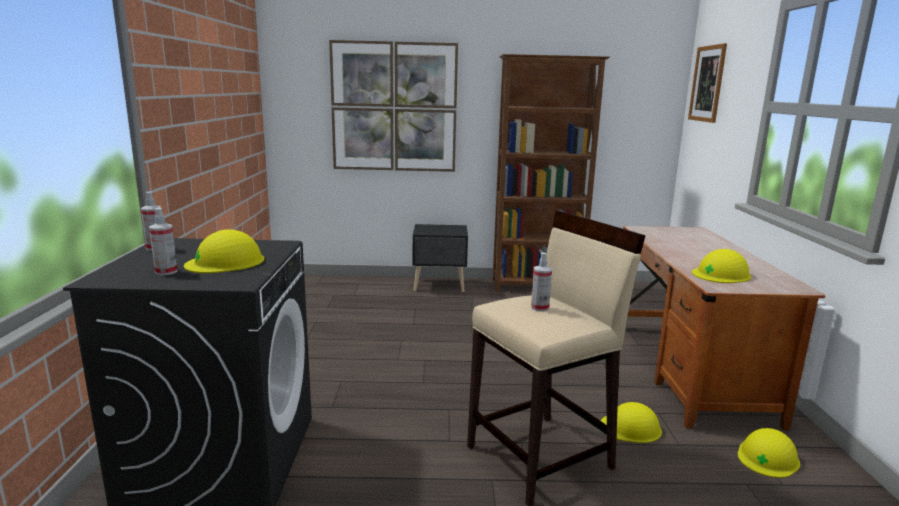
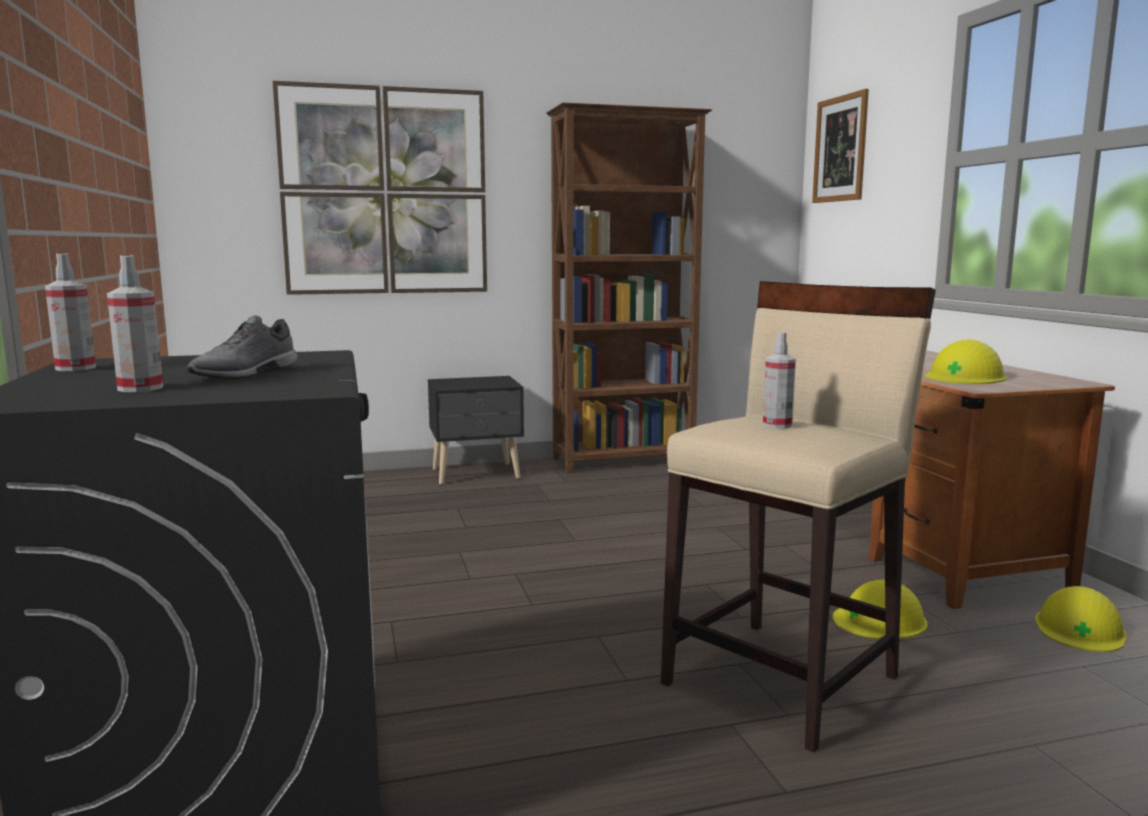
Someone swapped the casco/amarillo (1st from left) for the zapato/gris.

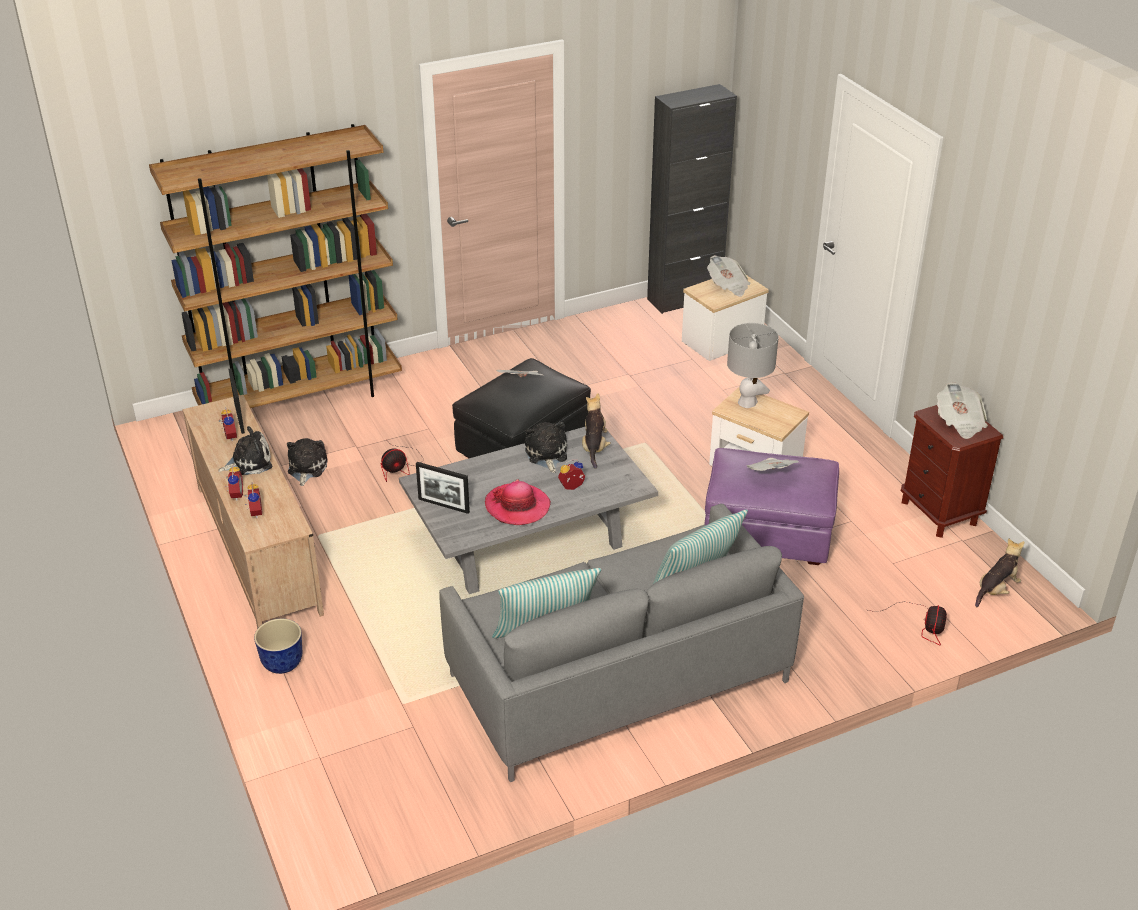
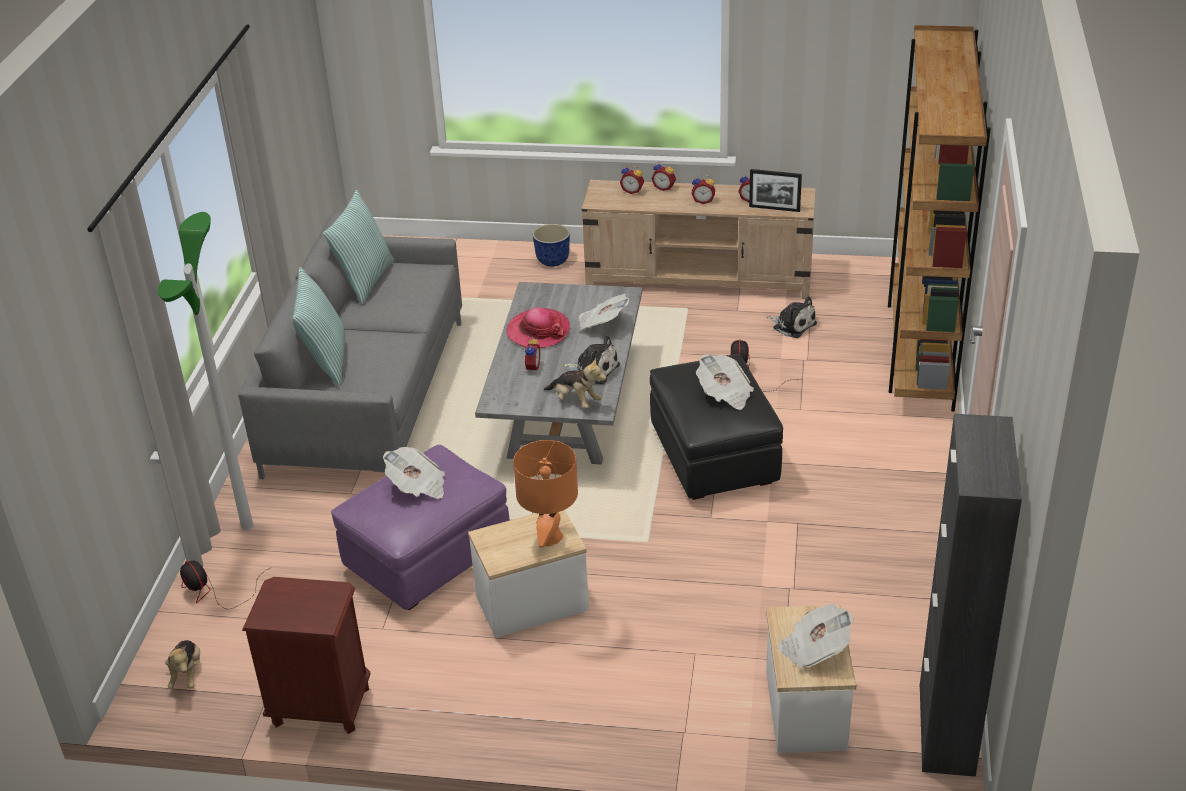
Someone put down the lámpara de pie.
Someone repainted the lámpara de mesa/gris, which became the lámpara de mesa/naranja.
Someone carried the periódico (4th from left in the first image).
Someone swapped the peluche (1st from left) for the despertador (4th from left).
Someone took away the portarretratos (2nd from left).

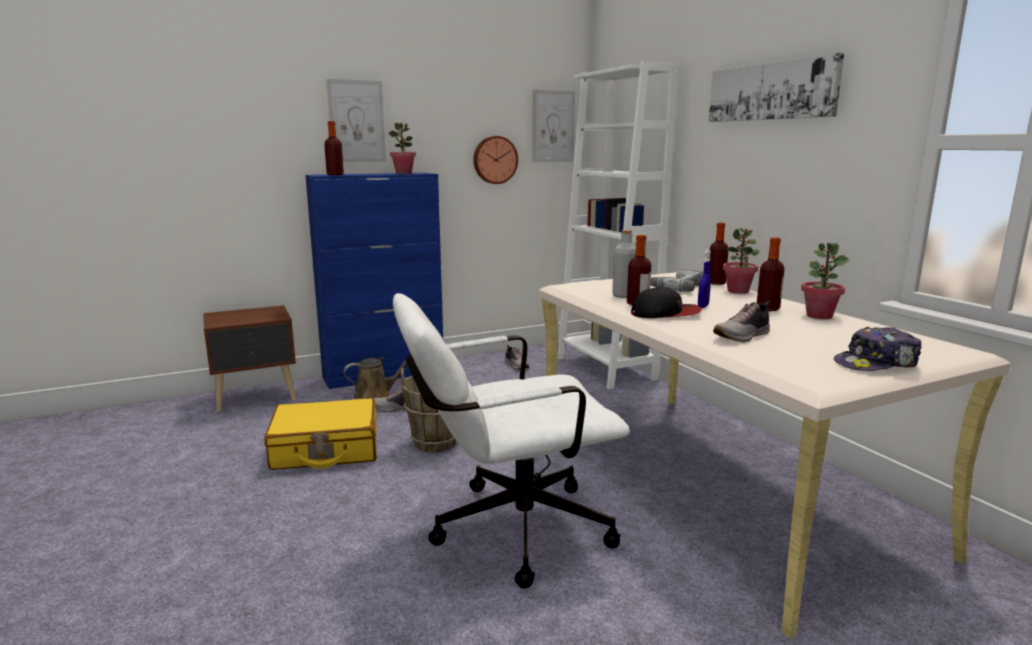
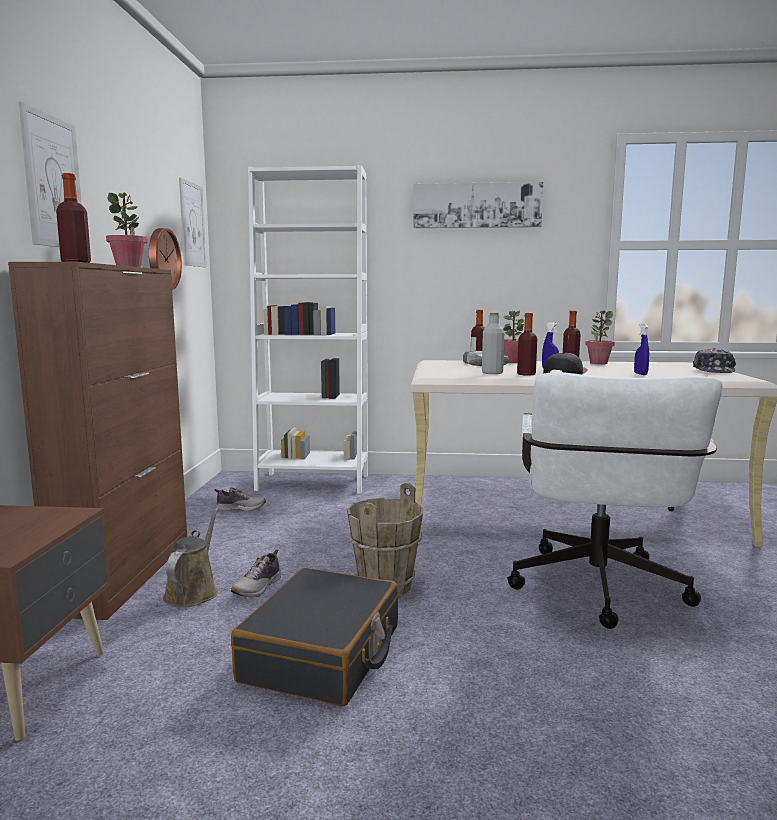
Someone repainted the armario/azul, which became the armario/marrón.
Someone repainted the maleta/amarillo, which became the maleta/negro.
Someone swapped the zapato (3rd from left) for the pulverizador/azul (2nd from left).

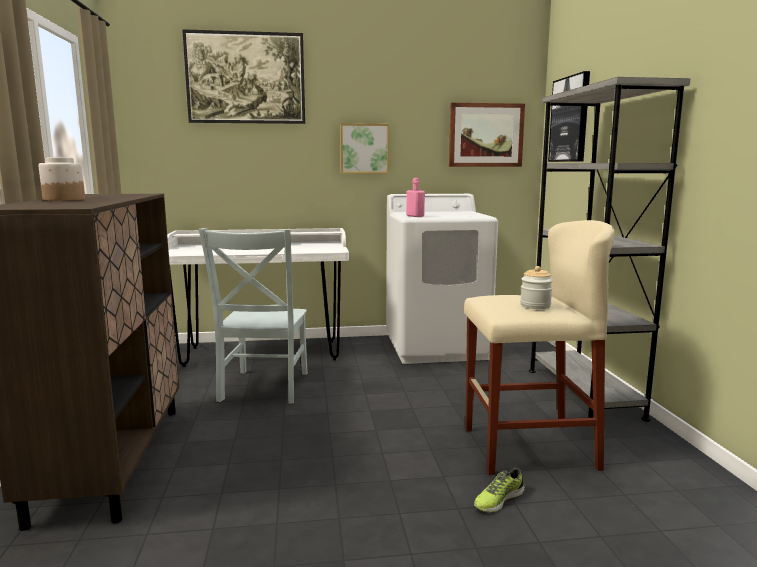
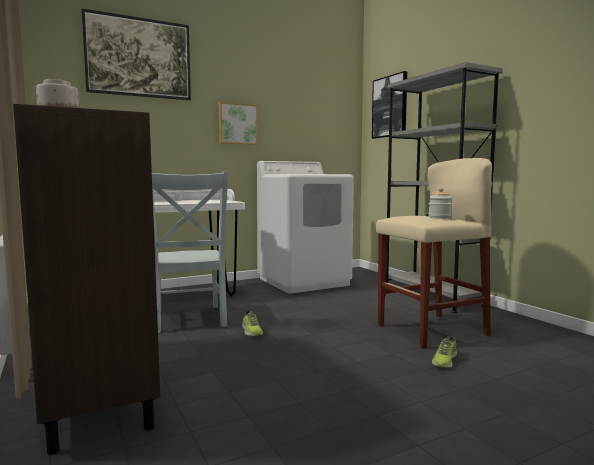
Someone put down the zapato (1st from left).
Someone took away the botella/rosa.
Someone took away the cuadro (3rd from left).

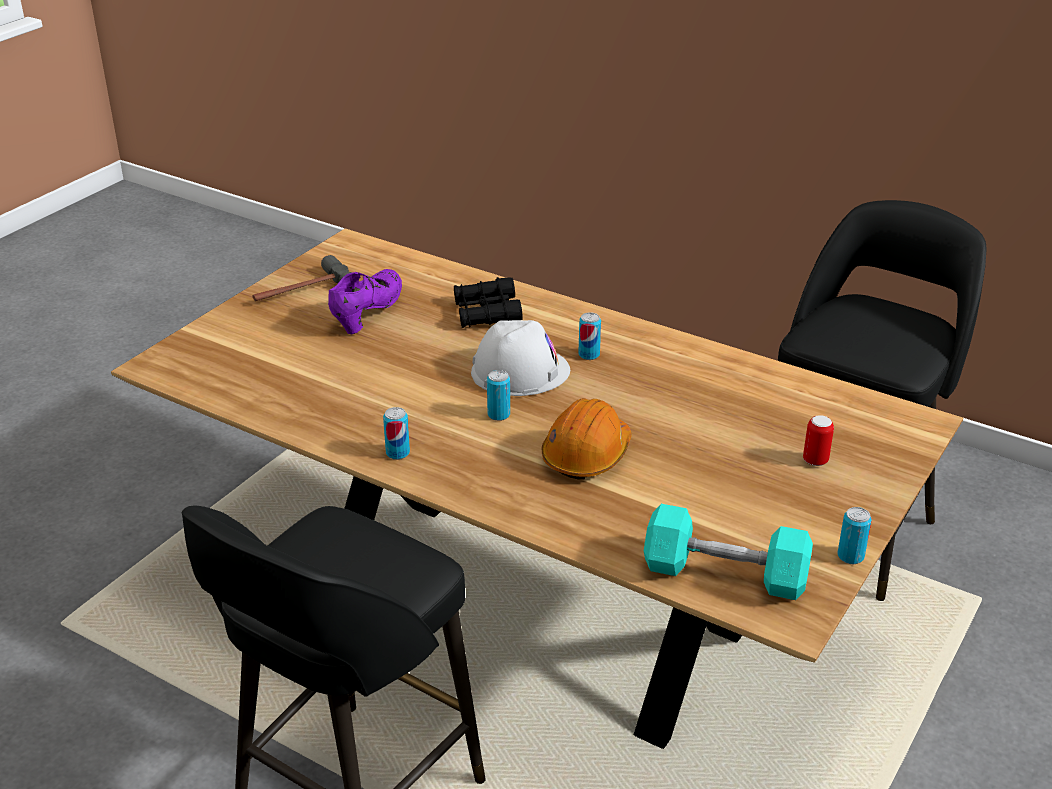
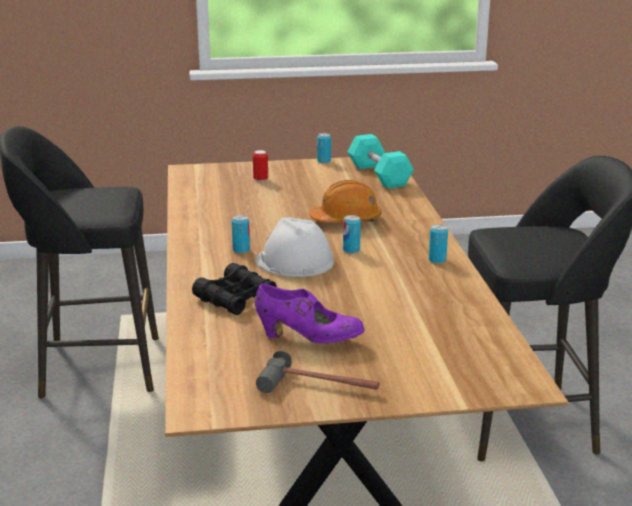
Someone rotated the zapato/morado by 150 degrees counterclockwise.

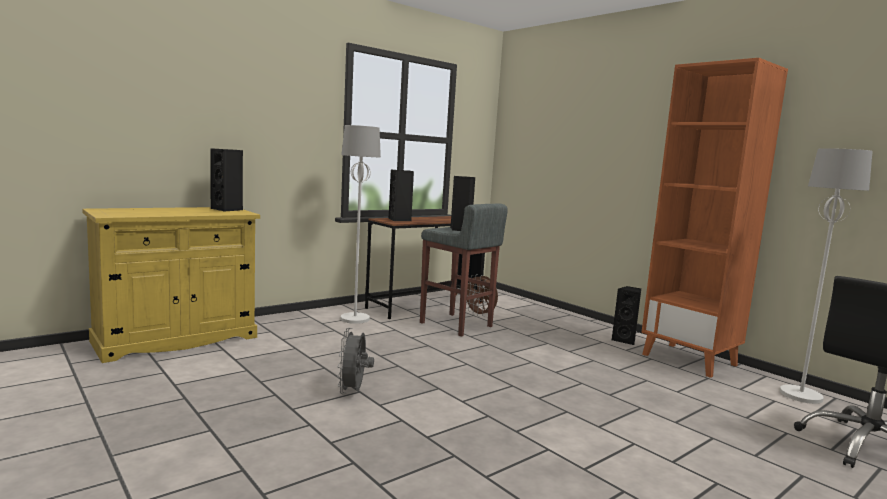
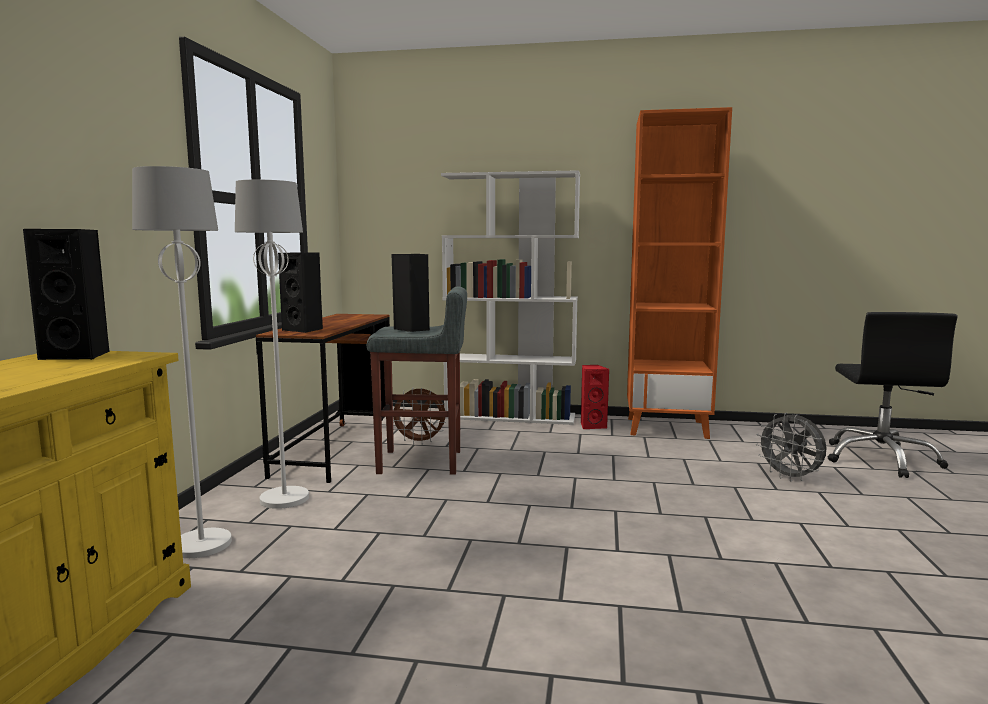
Someone carried the lámpara de pie/blanco (2nd from left in the first image).
Someone put down the estantería/blanco.
Someone repainted the altavoz/negro (4th from left), which became the altavoz/rojo.
Someone carried the ventilador/gris.

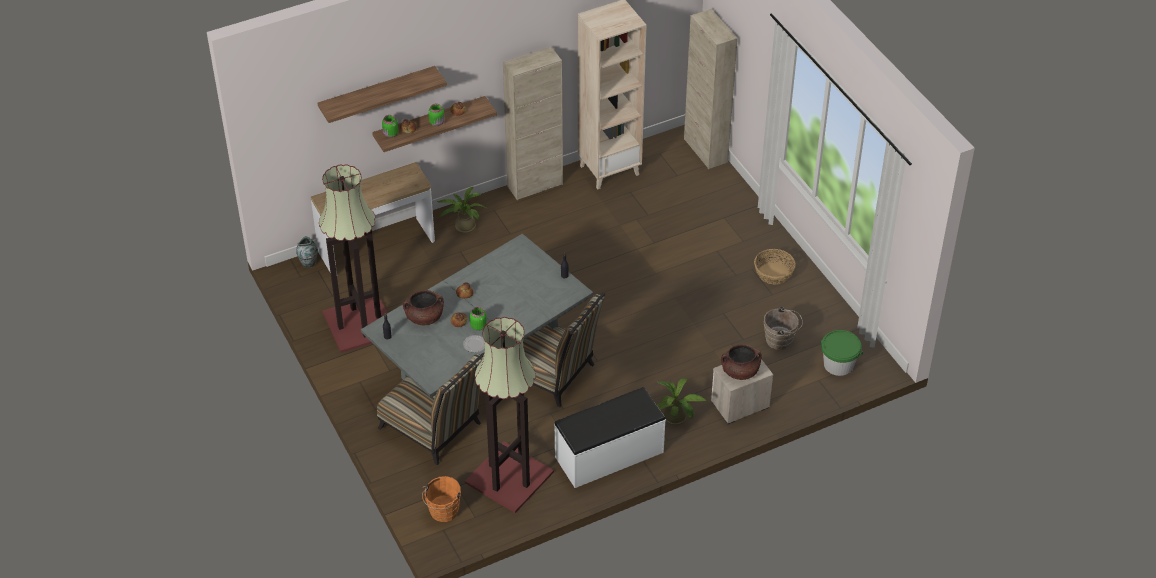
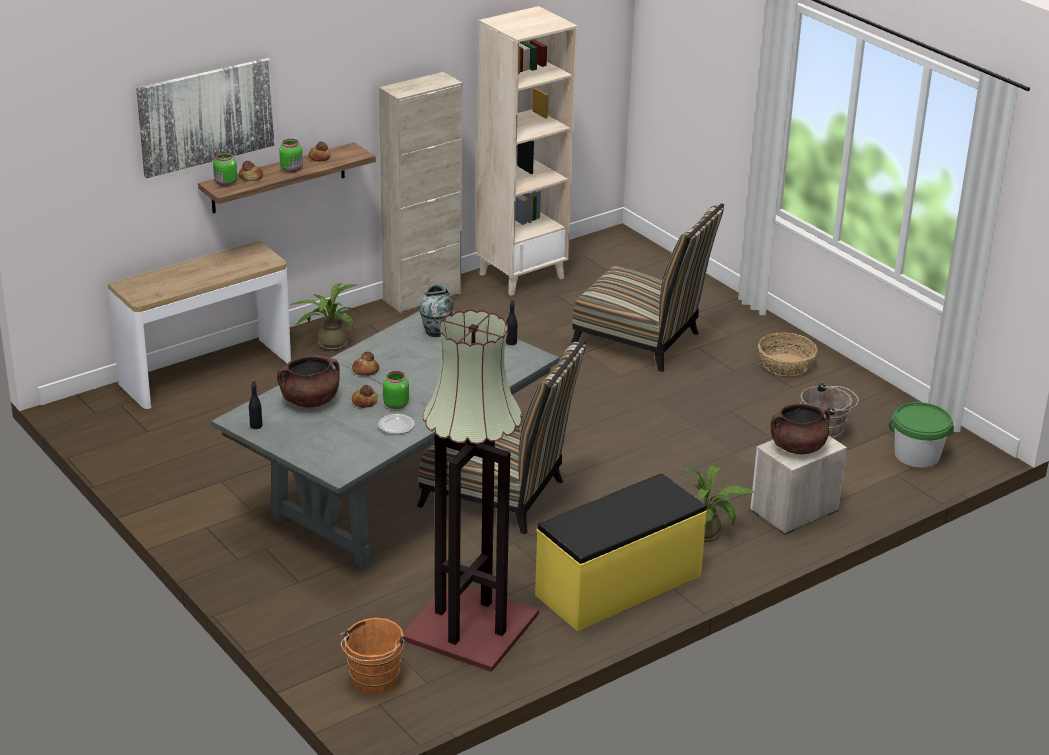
Someone swapped the estante (1st from left) for the cuadro.
Someone carried the florero.
Someone repainted the banco/blanco, which became the banco/amarillo.
Someone carried the silla (1st from left in the first image).
Someone took away the lámpara de pie (1st from left).
Someone took away the armario/beis (2nd from left).

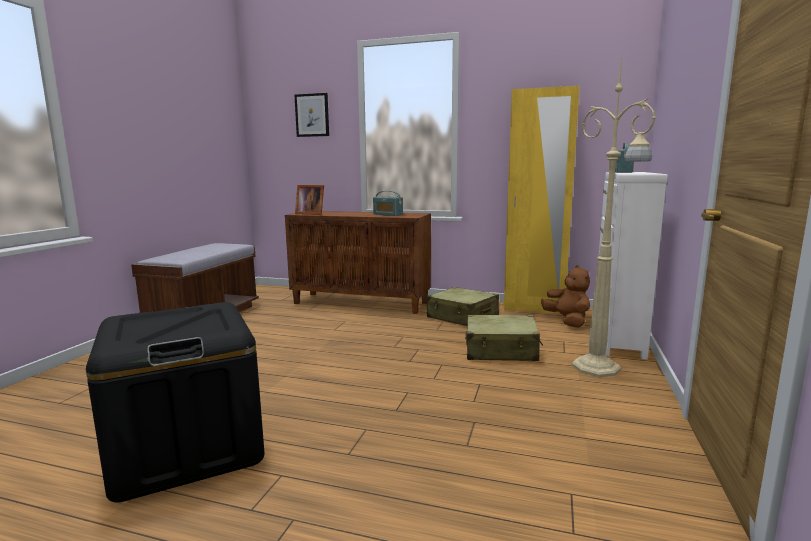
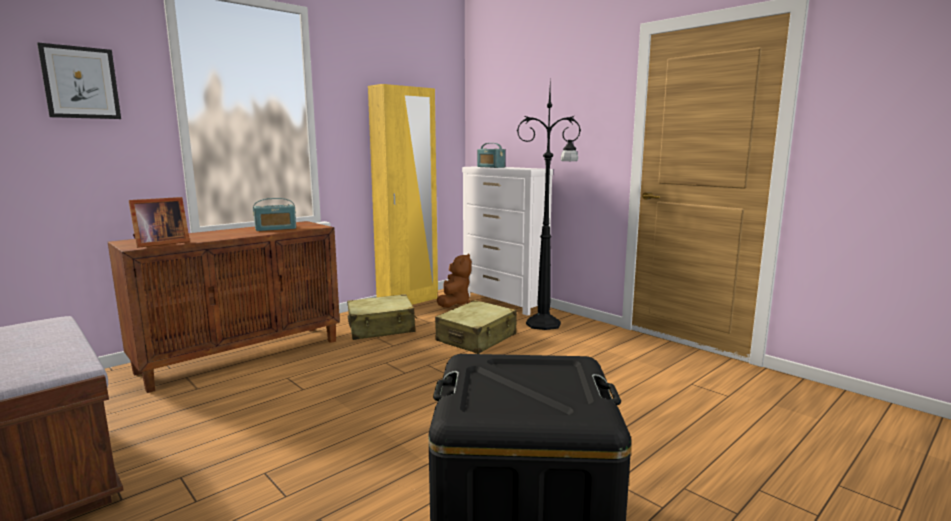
Someone rotated the peluche/marrón by 90 degrees clockwise.
Someone repainted the lámpara de pie/beis, which became the lámpara de pie/negro.

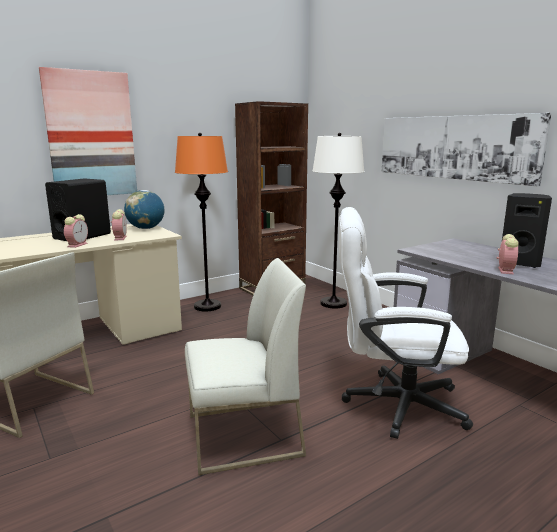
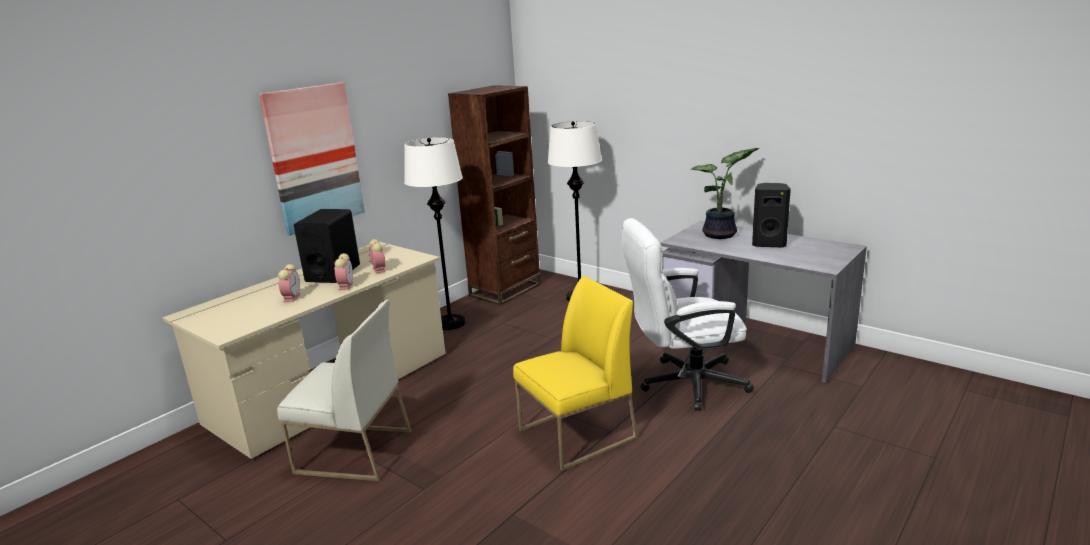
Someone carried the despertador (3rd from left in the first image).
Someone repainted the lámpara de pie/naranja, which became the lámpara de pie/blanco (1st from left).
Someone repainted the silla/blanco (2nd from left), which became the silla/amarillo.
Someone put down the planta en maceta.
Someone took away the globo terráqueo.
Someone took away the cuadro (2nd from left).

